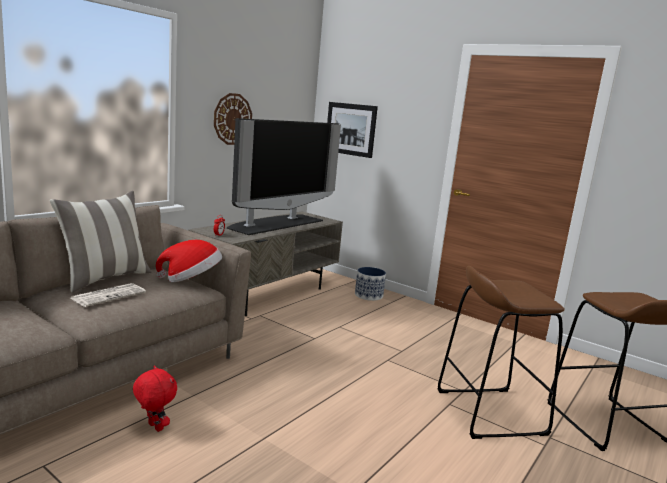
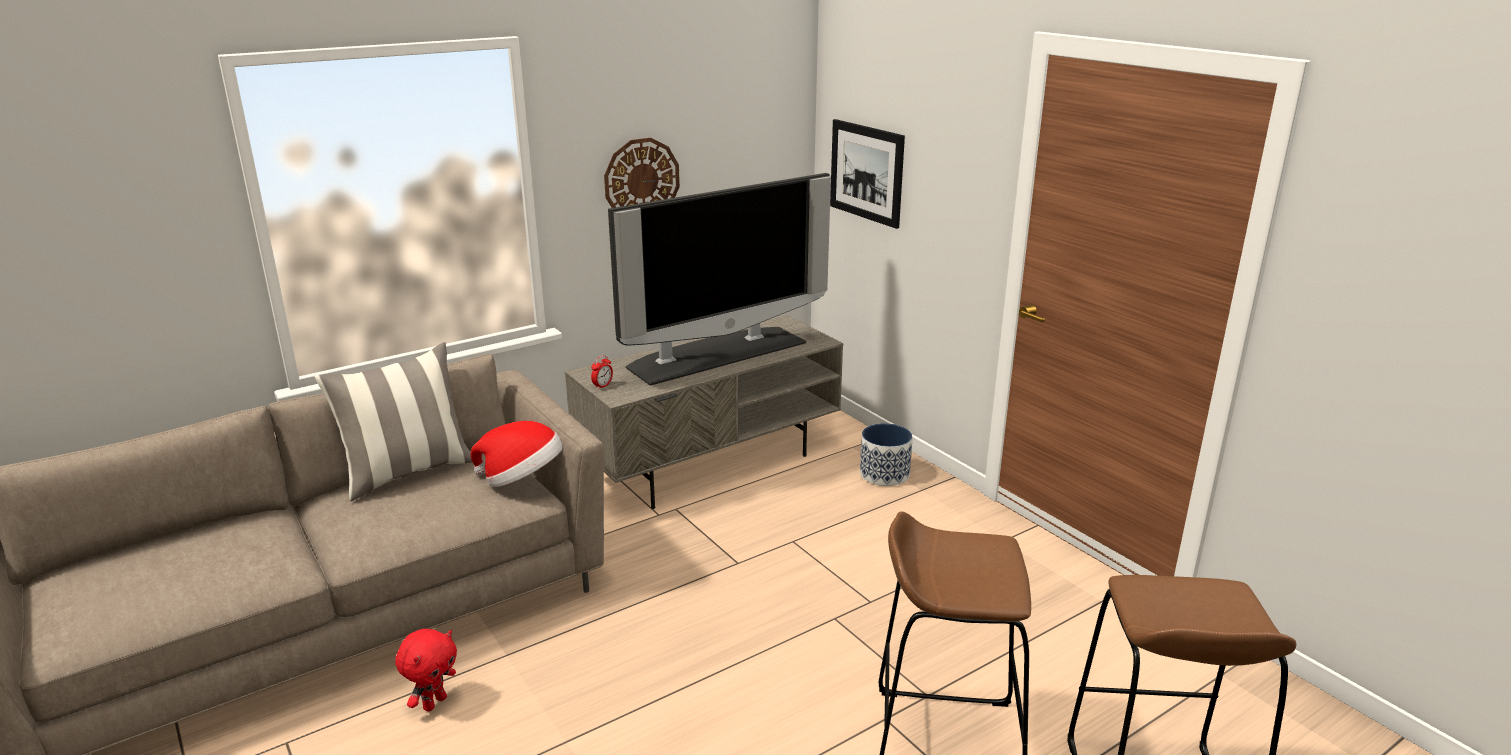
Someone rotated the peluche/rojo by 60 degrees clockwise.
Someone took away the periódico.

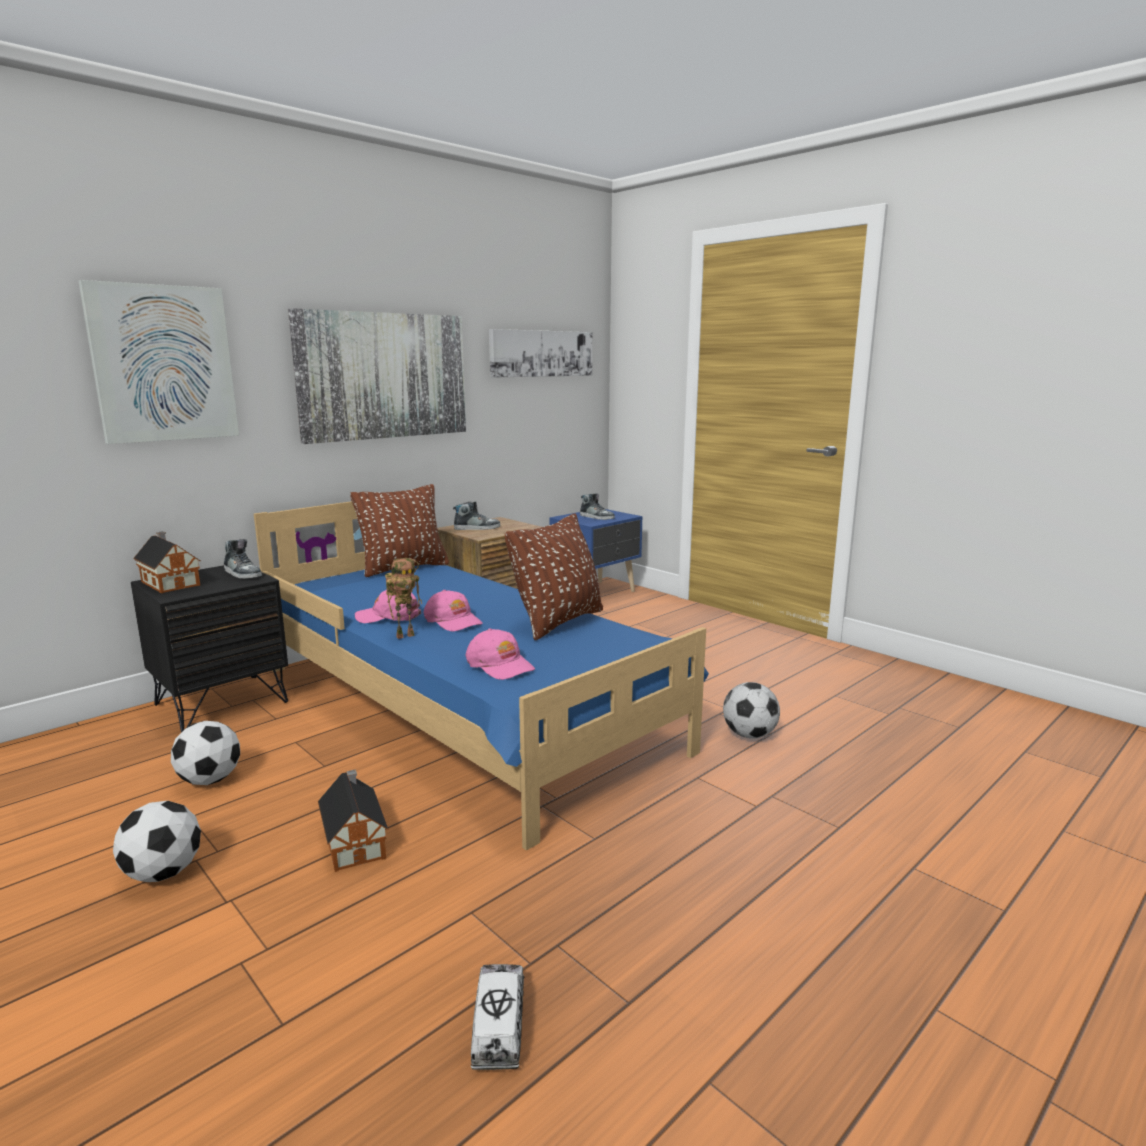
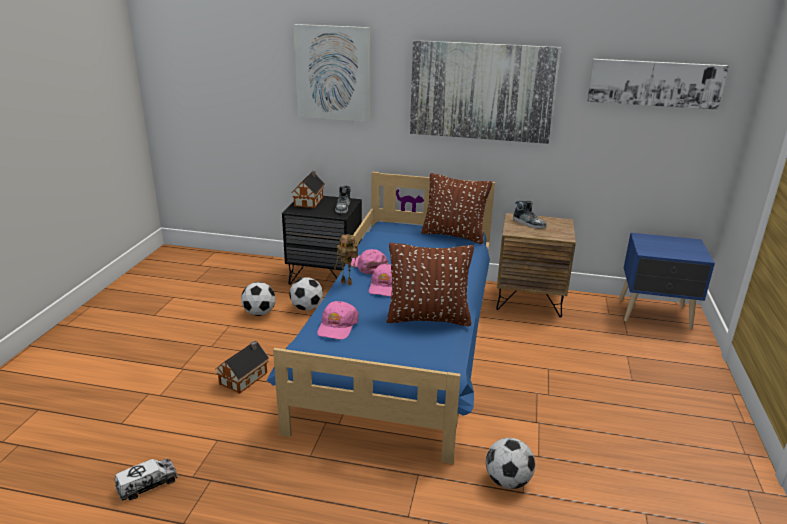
Someone carried the balón de fútbol (1st from left in the first image).
Someone took away the zapato (3rd from left).

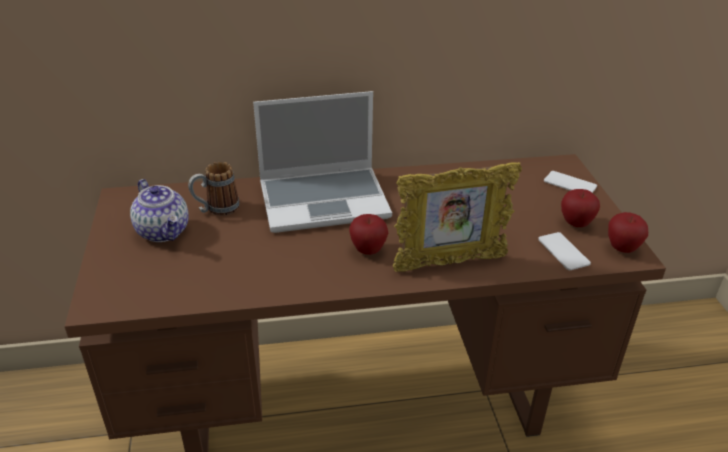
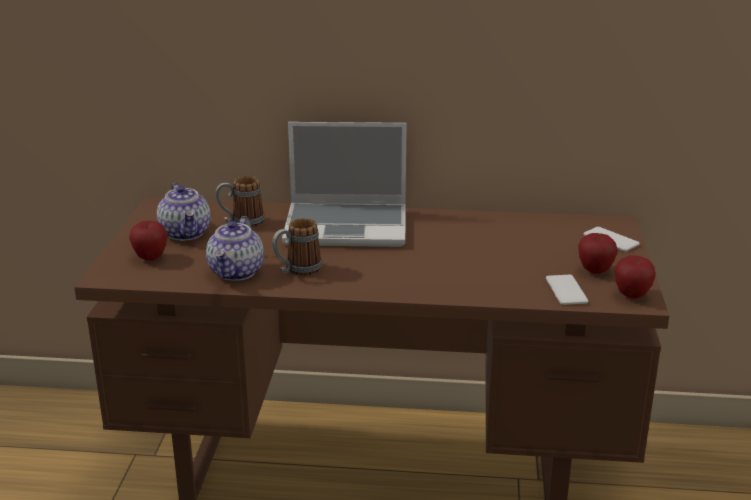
Someone carried the manzana (1st from left).
Someone put down the tetera (2nd from left).
Someone put down the taza grande (2nd from left).
Someone took away the portarretratos.

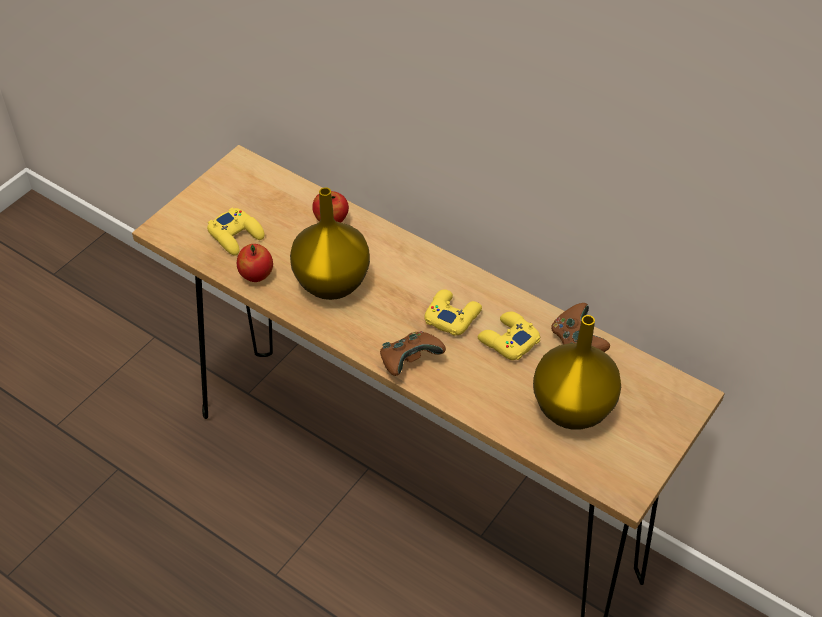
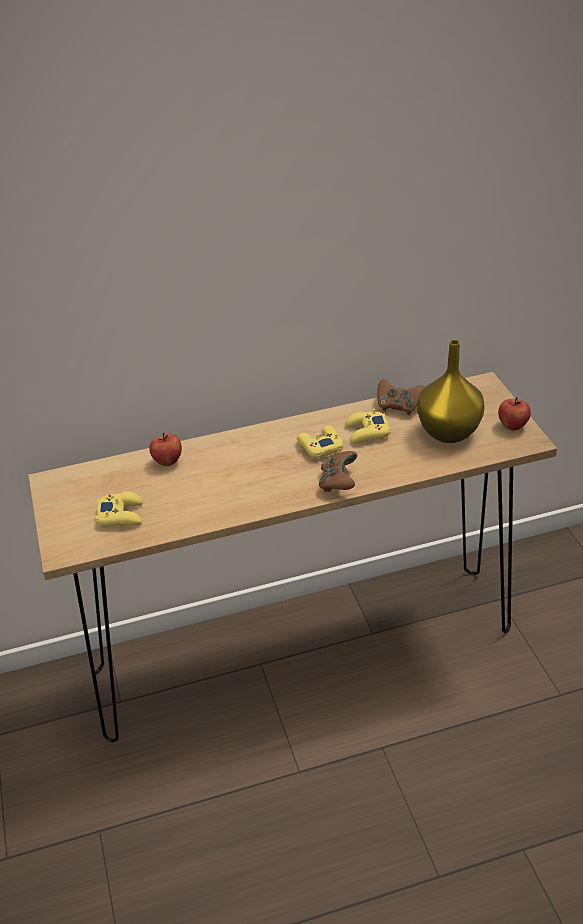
Someone carried the manzana (1st from left in the first image).
Someone took away the florero/amarillo (1st from left).

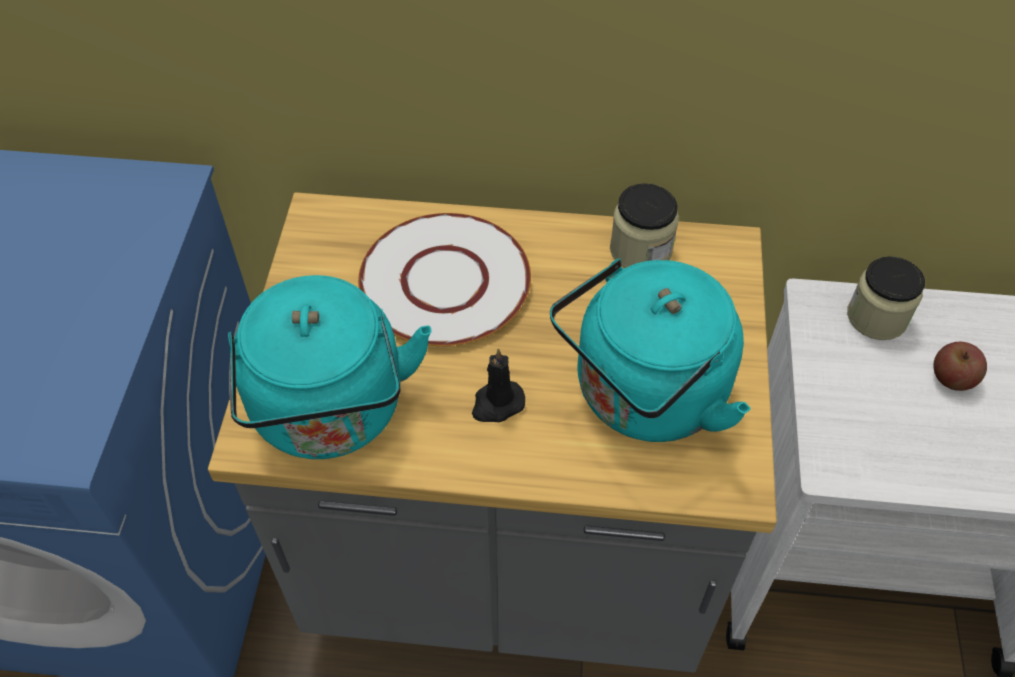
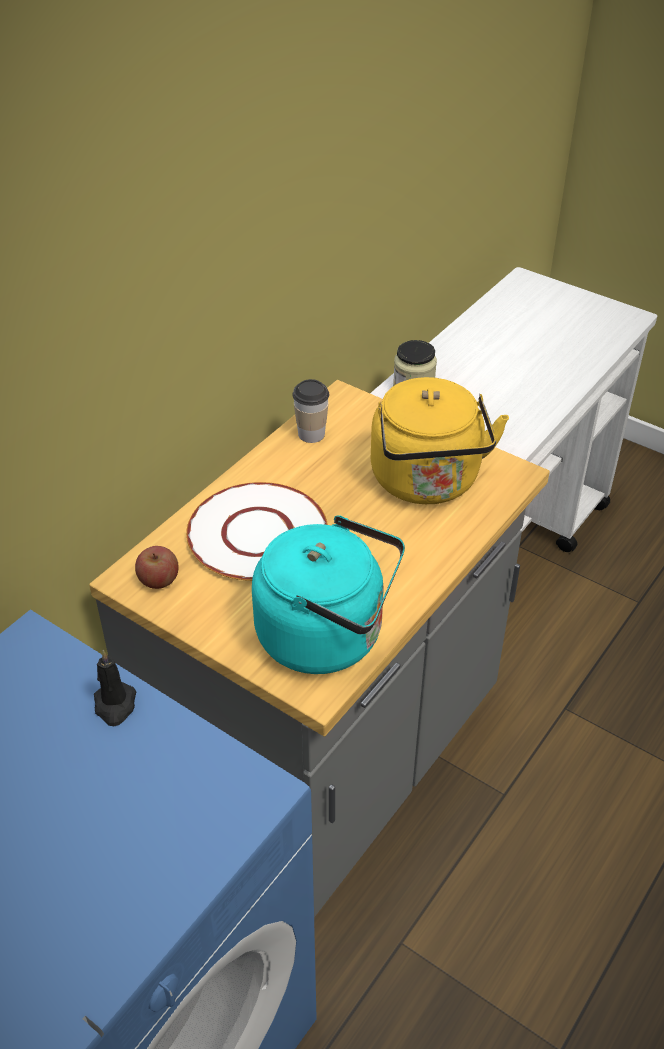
Someone carried the vela/negro.
Someone carried the manzana.
Someone swapped the tarro (1st from left) for the taza.
Someone repainted the hervidor/turquesa (2nd from left), which became the hervidor/amarillo.

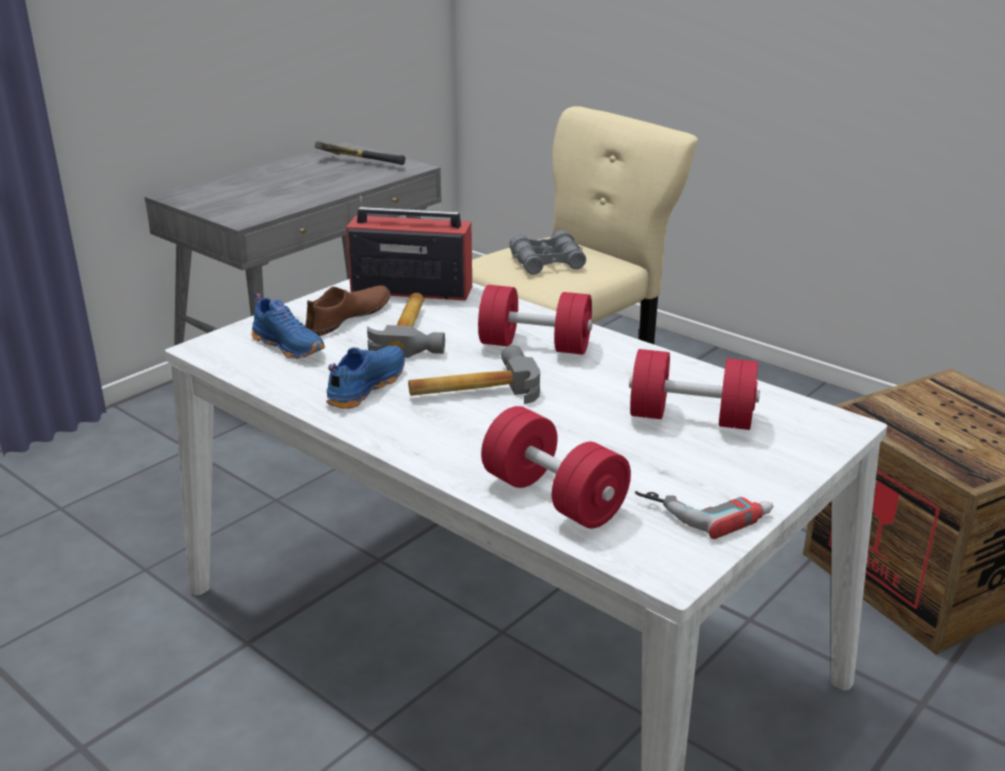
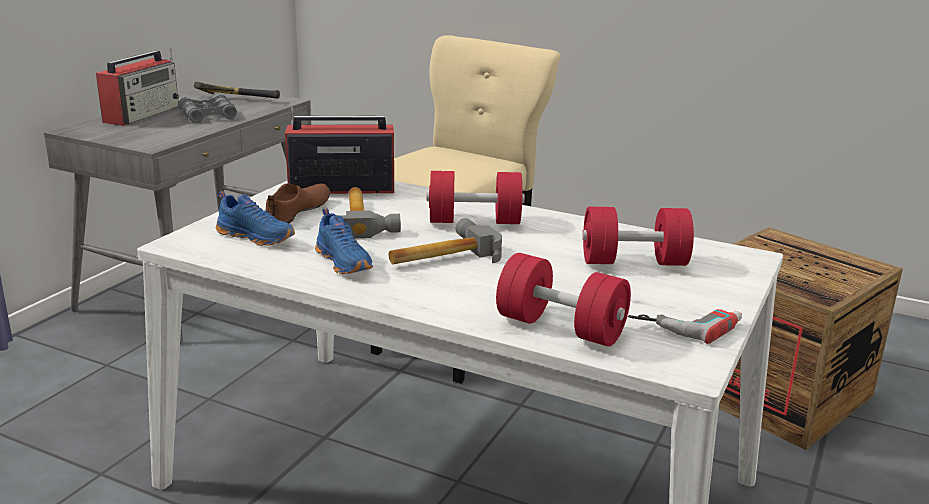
Someone put down the radio (1st from left).
Someone carried the prismáticos/gris.
Someone rotated the zapato/azul (2nd from left) by 135 degrees clockwise.

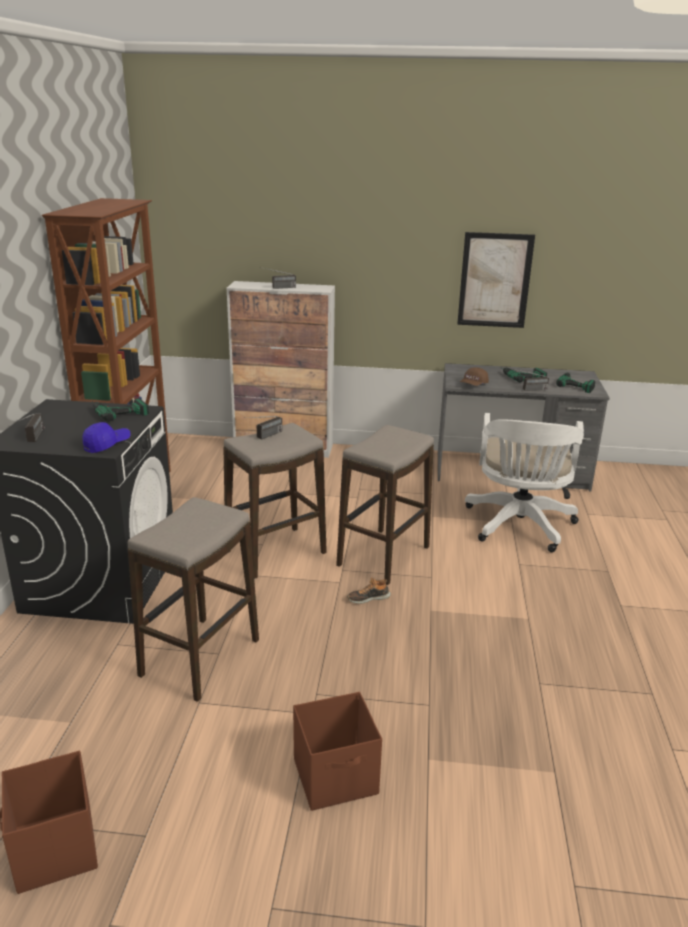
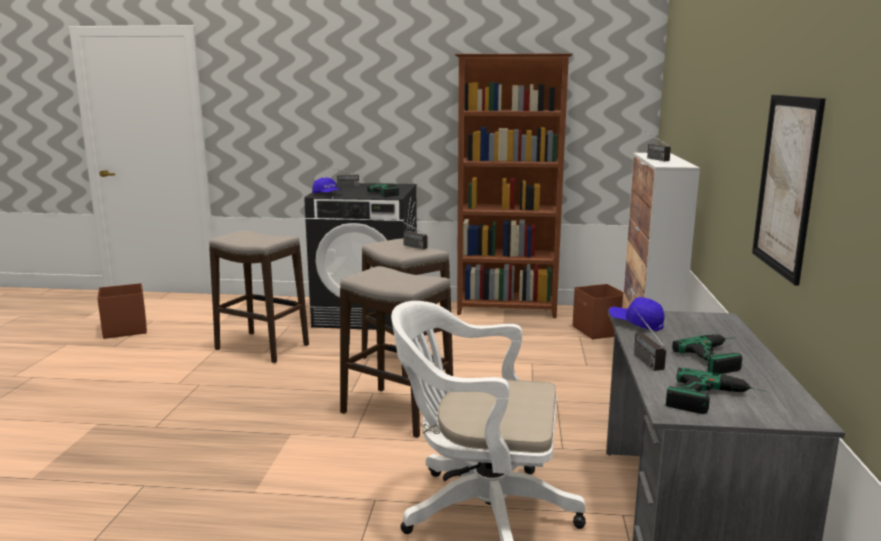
Someone carried the caja de almacenaje/marrón (2nd from left).
Someone repainted the gorra/marrón, which became the gorra/azul (2nd from left).
Someone took away the zapato.

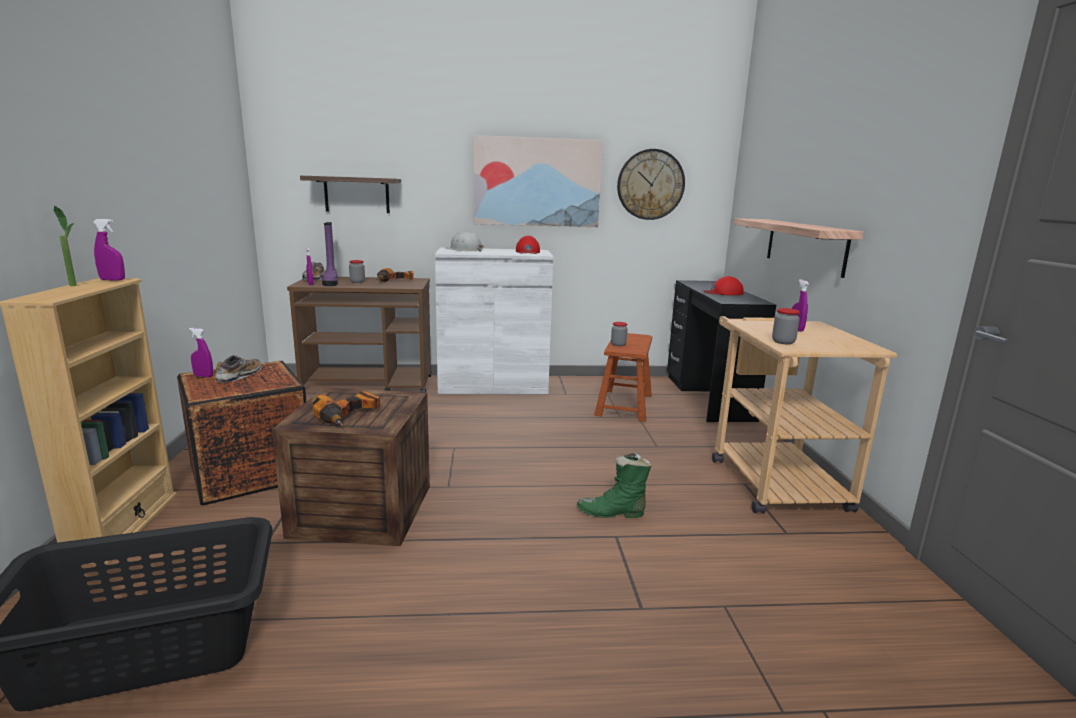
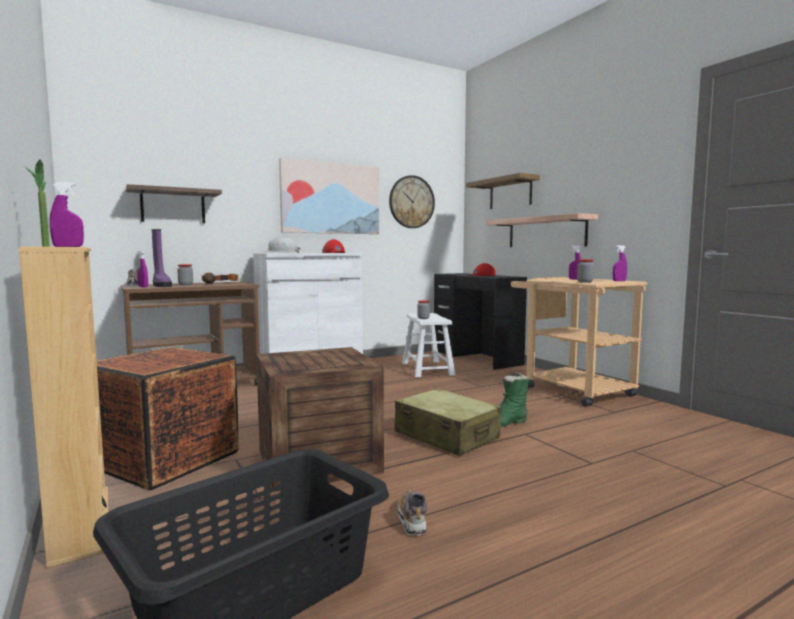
Someone put down the maleta/beis.
Someone carried the zapato (1st from left in the first image).
Someone repainted the taburete/marrón, which became the taburete/blanco.
Someone put up the estante (2nd from left).
Someone carried the pulverizador/morado (2nd from left in the first image).
Someone took away the taladro (1st from left).

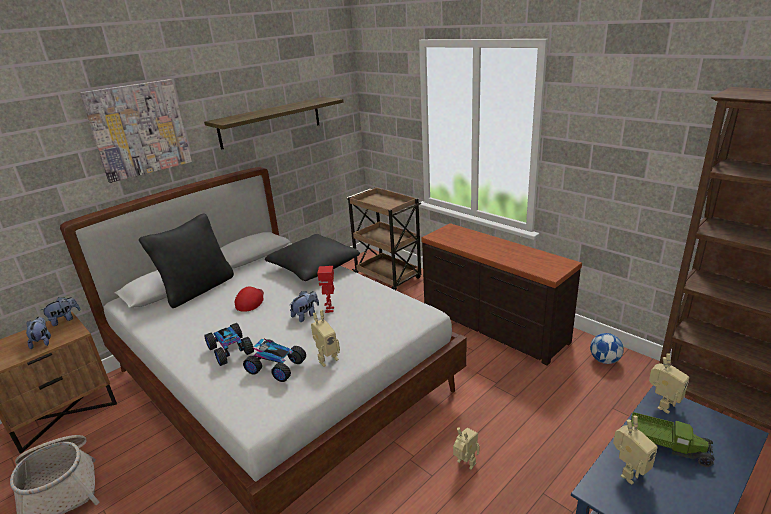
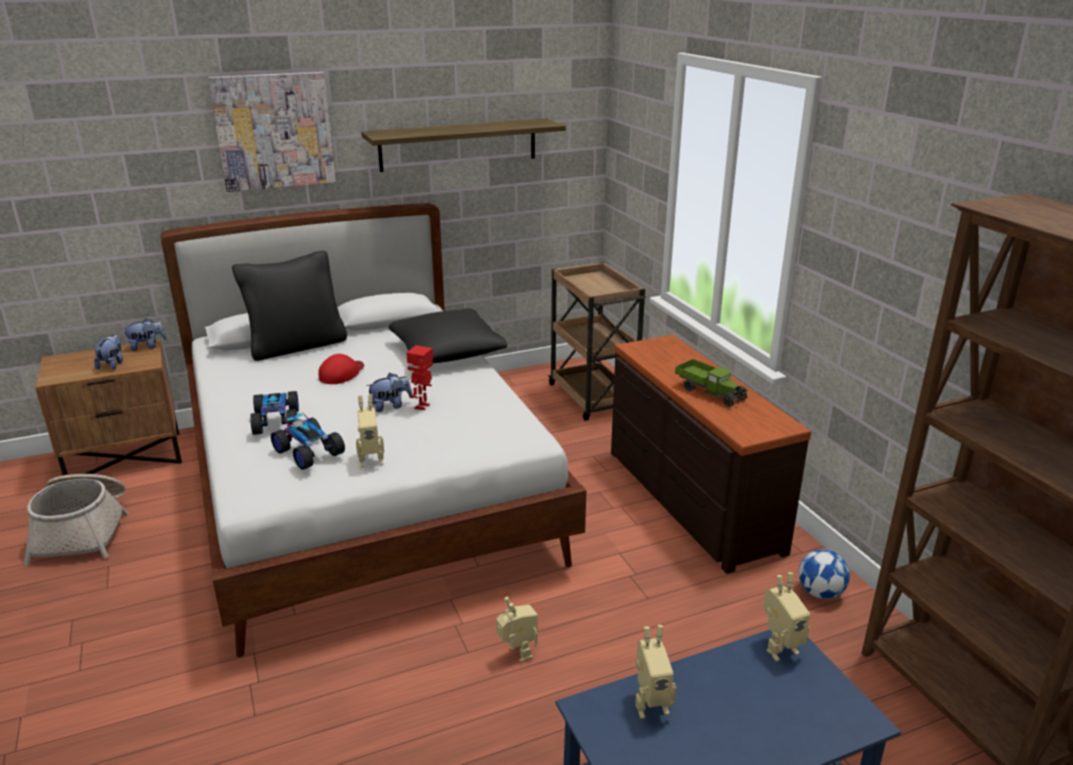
Someone carried the camión de juguete.

